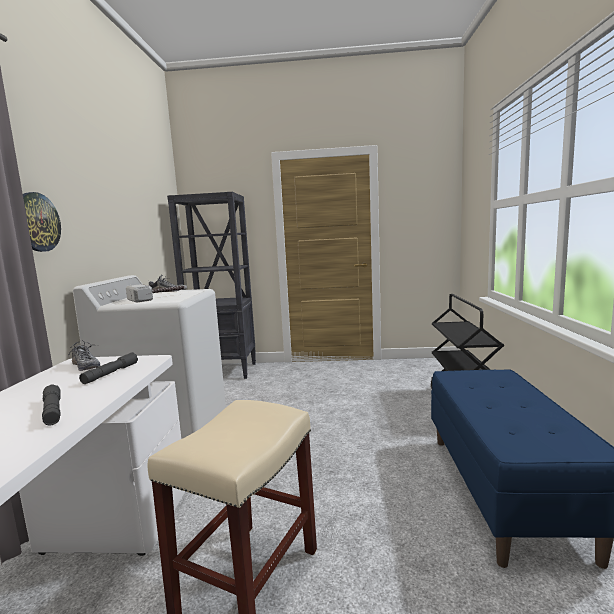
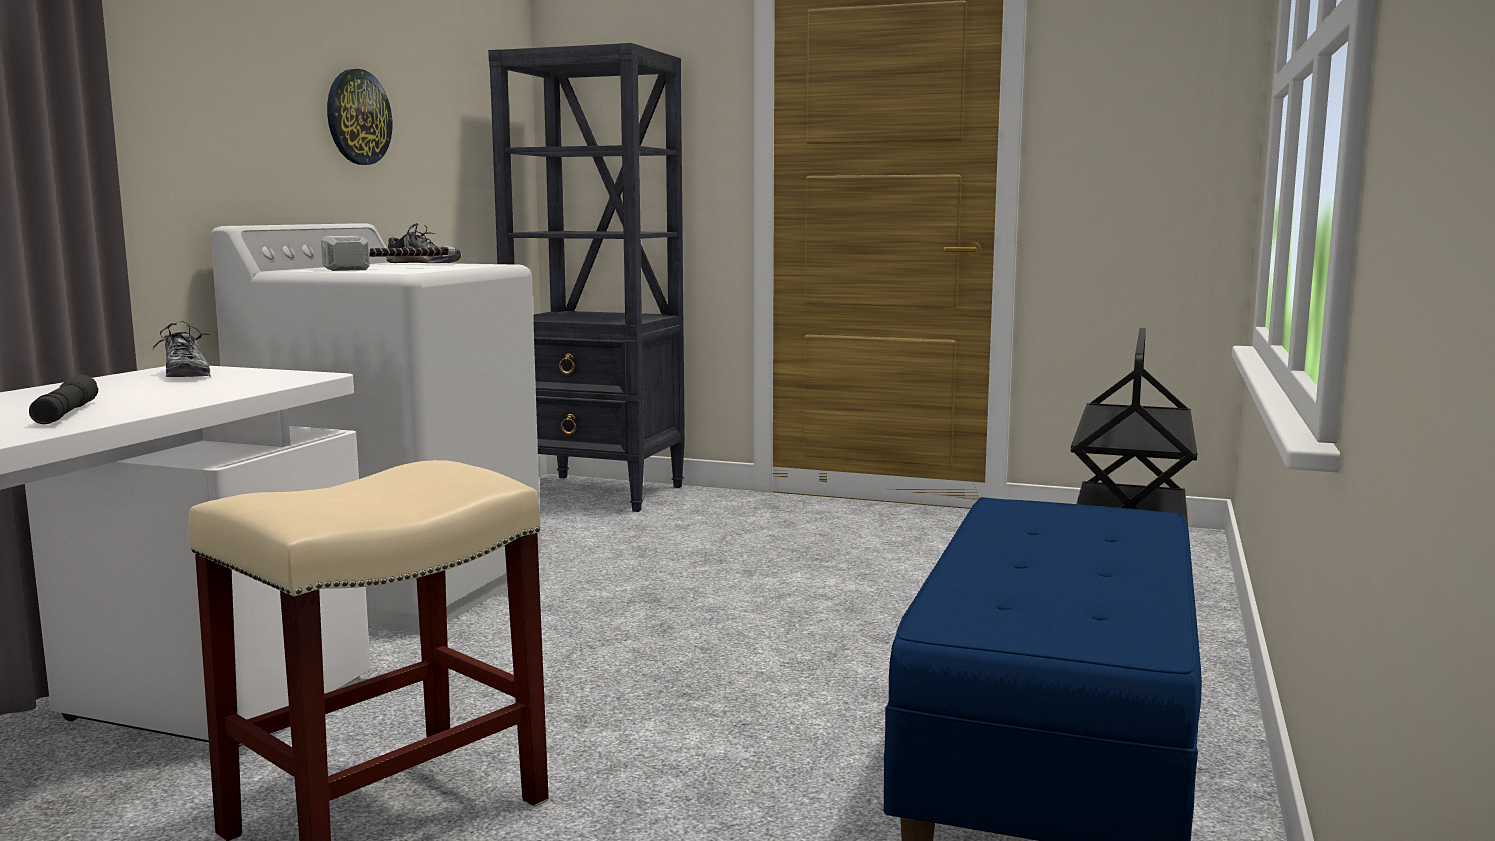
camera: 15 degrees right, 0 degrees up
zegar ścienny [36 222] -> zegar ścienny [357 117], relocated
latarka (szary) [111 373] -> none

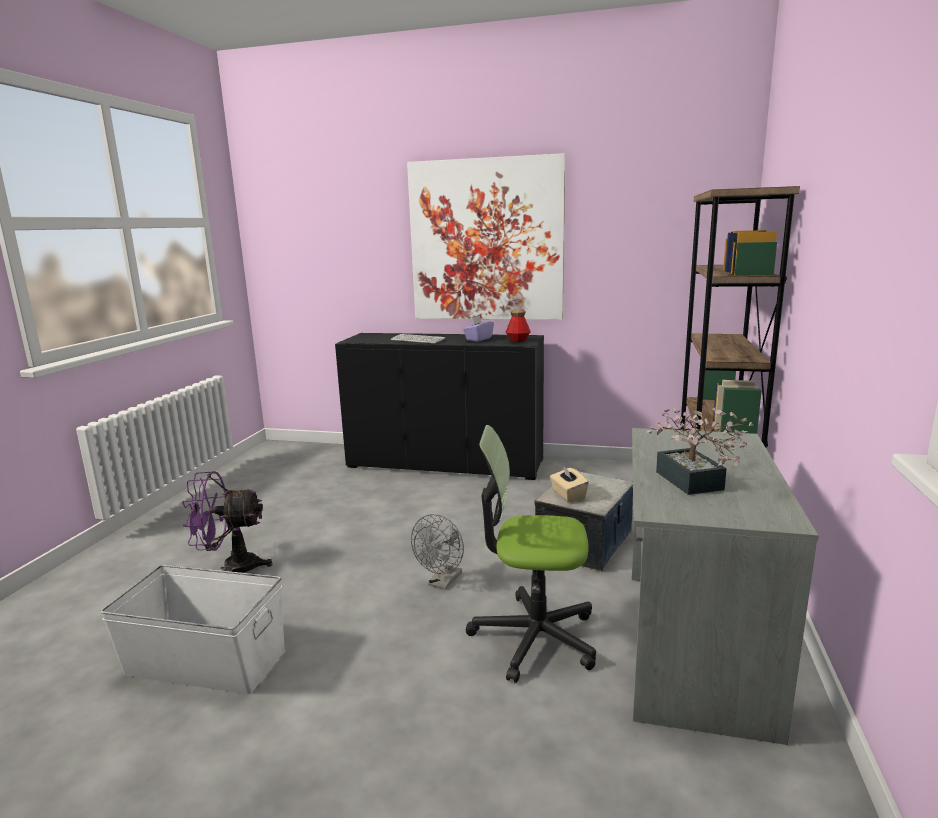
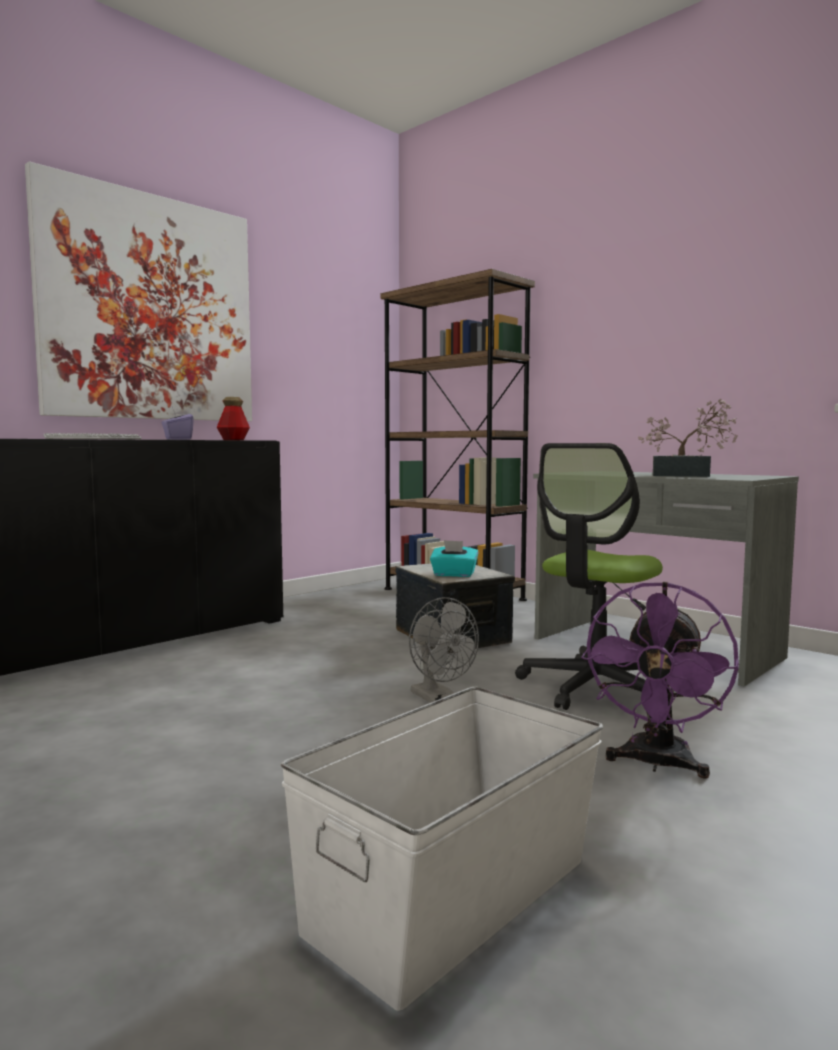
camera: 60 degrees left, 10 degrees down
wentylator (fioletowy) [231 568] -> wentylator (fioletowy) [656 764], relocated
pudełko chusteczek (beżowy) [568 495] -> pudełko chusteczek (turkusowy) [454 574]

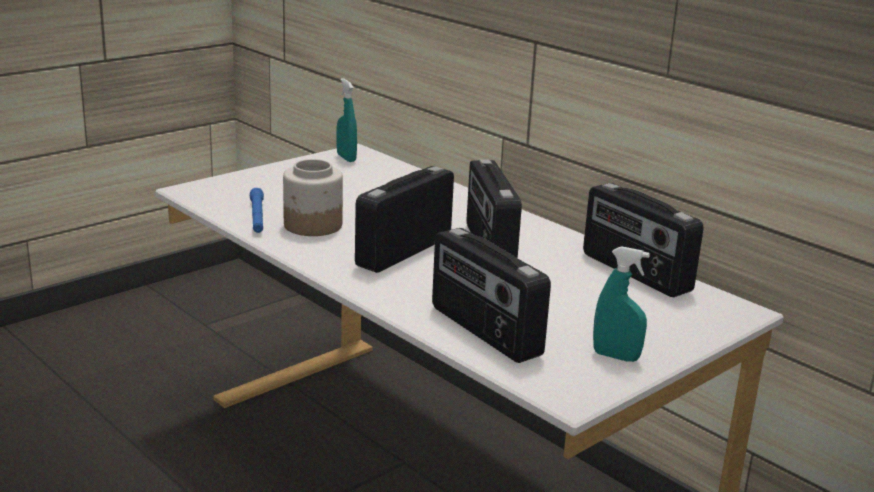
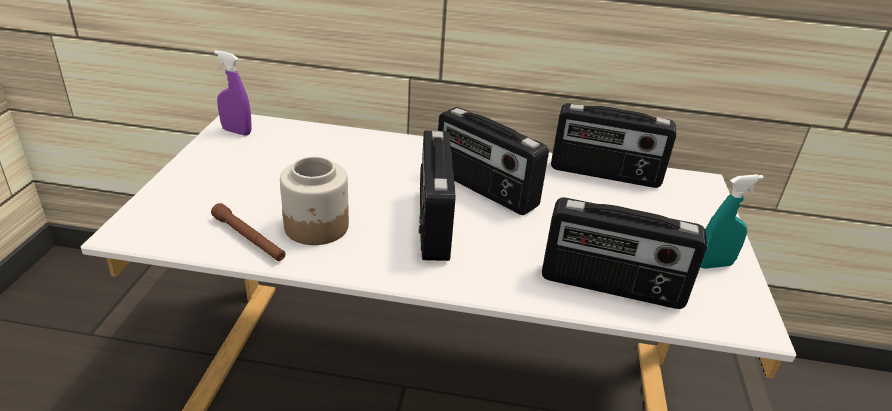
camera: 40 degrees left, 10 degrees up
latarka (niebieski) [257 217] -> latarka (brązowy) [249 239]
spryskiwacz (turkusowy) [346 158] -> spryskiwacz (fioletowy) [236 131]

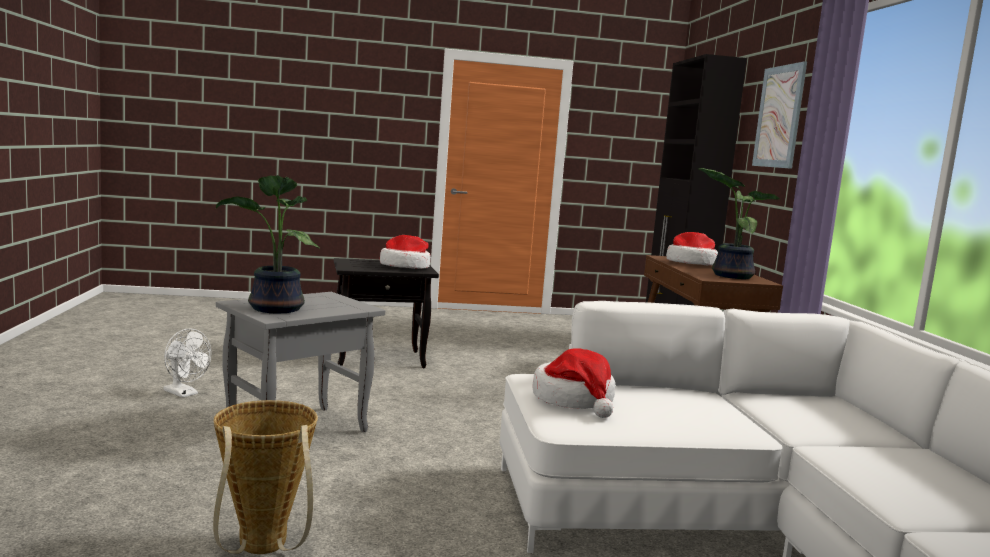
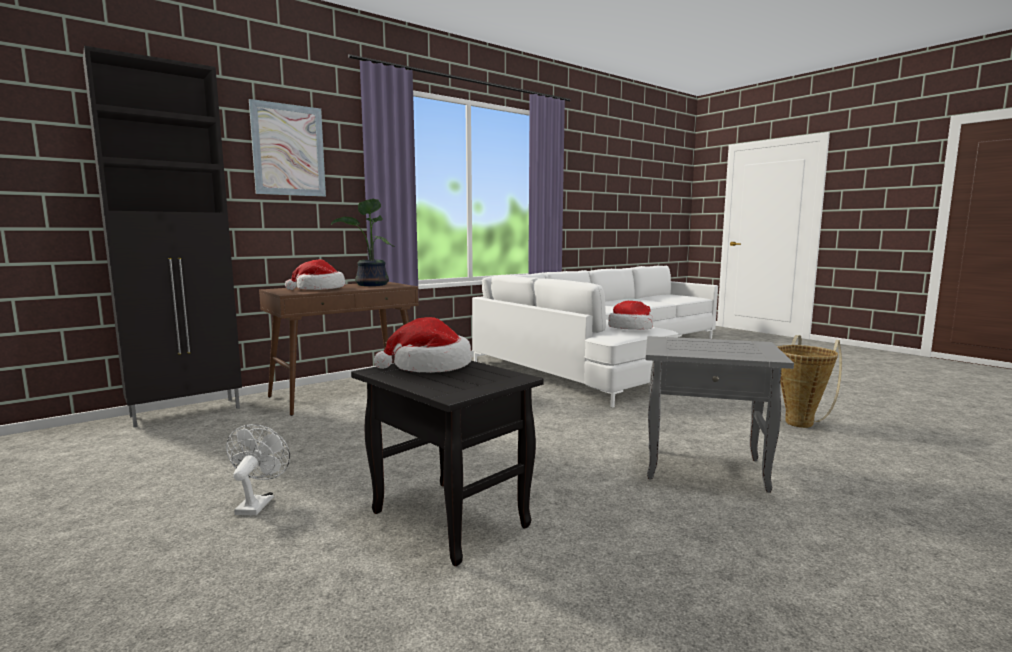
camera: 120 degrees left, 0 degrees up
wentylator (biały) [184 393] -> wentylator (biały) [257 503], relocated
roślina doniczkowa [273 309] -> none

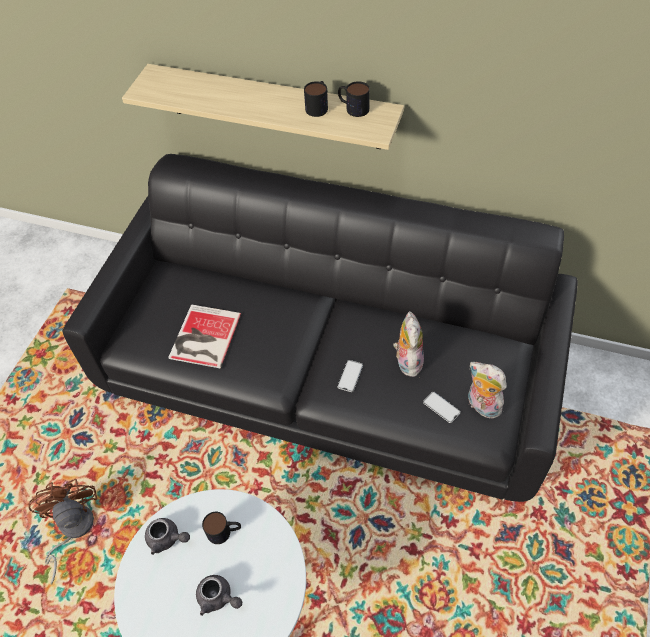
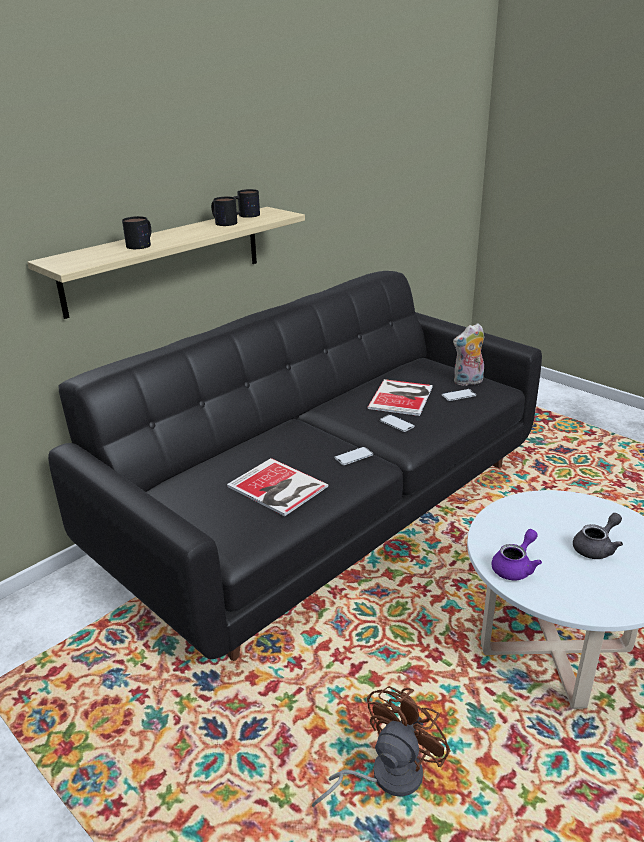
camera: 65 degrees left, 25 degrees down
wentylator (brązowy) [72 530] -> wentylator (brązowy) [385 776], 120 degrees clockwise
imbryk (szary) [167 539] -> imbryk (fioletowy) [515 567]
kubek [224 531] -> kubek [142 244], relocated
pluszak [407 361] -> książka [402 397]
none -> telefon [353 456]

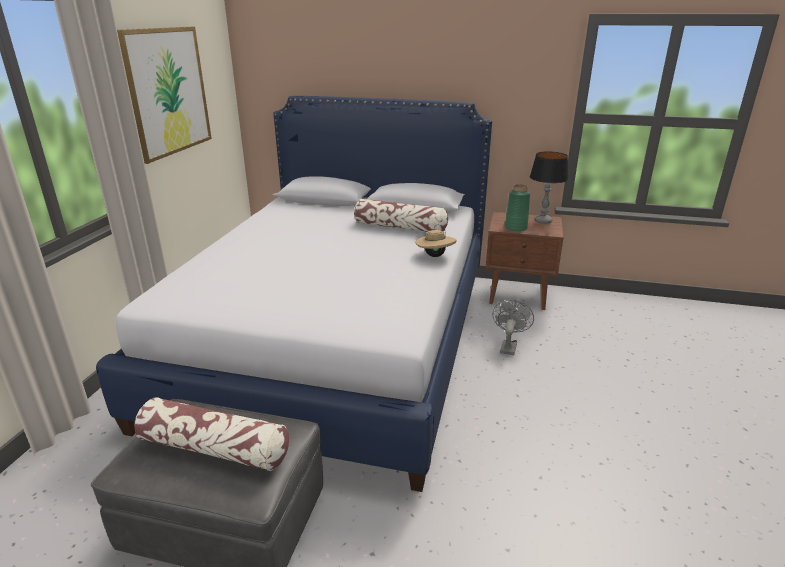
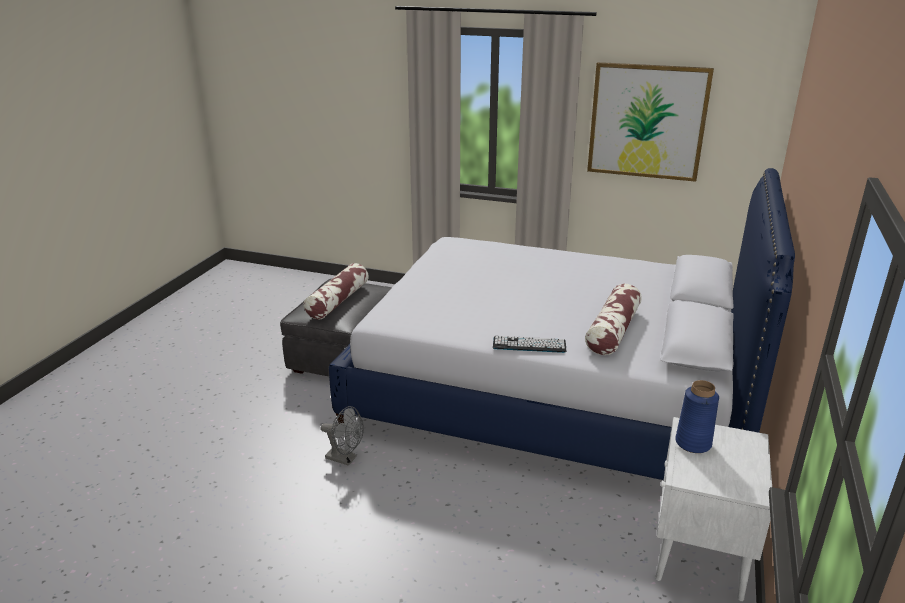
camera: 95 degrees right, 0 degrees up
kapelusz (beżowy) [435 255] -> klawiatura [529 345]
szafka nocna (brązowy) [518 295] -> szafka nocna (biały) [699 558]
wentylator (szary) [508 346] -> wentylator (szary) [345 459], relocated
wazon (zielony) [515 228] -> wazon (niebieski) [693 443]
lampa stołowa [543 221] -> none

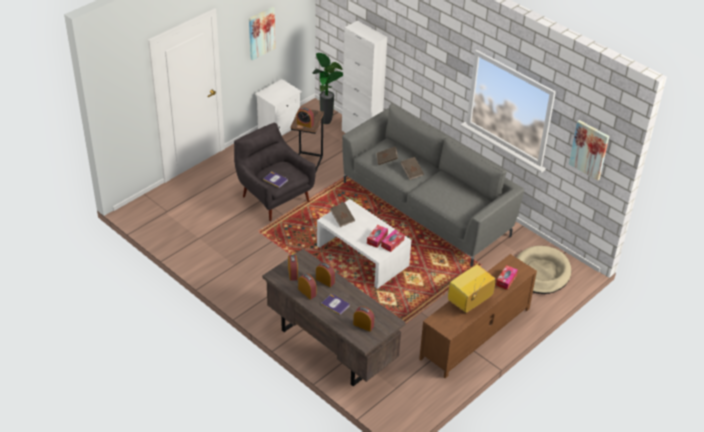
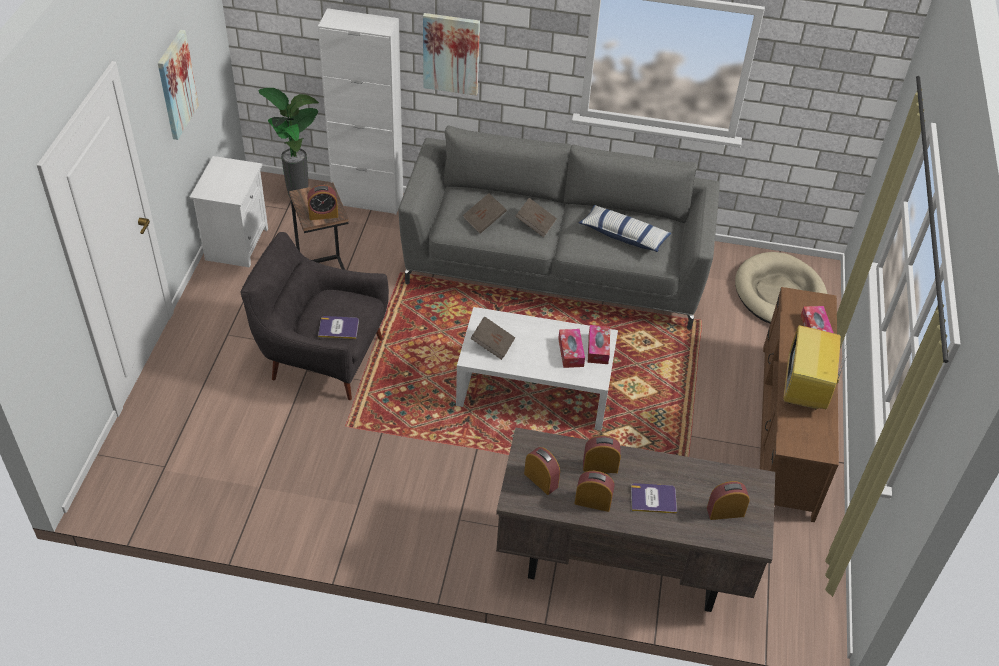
camera: 35 degrees left, 5 degrees up
obraz [589 149] -> obraz [451 53], relocated
none -> poduszka [624 235]

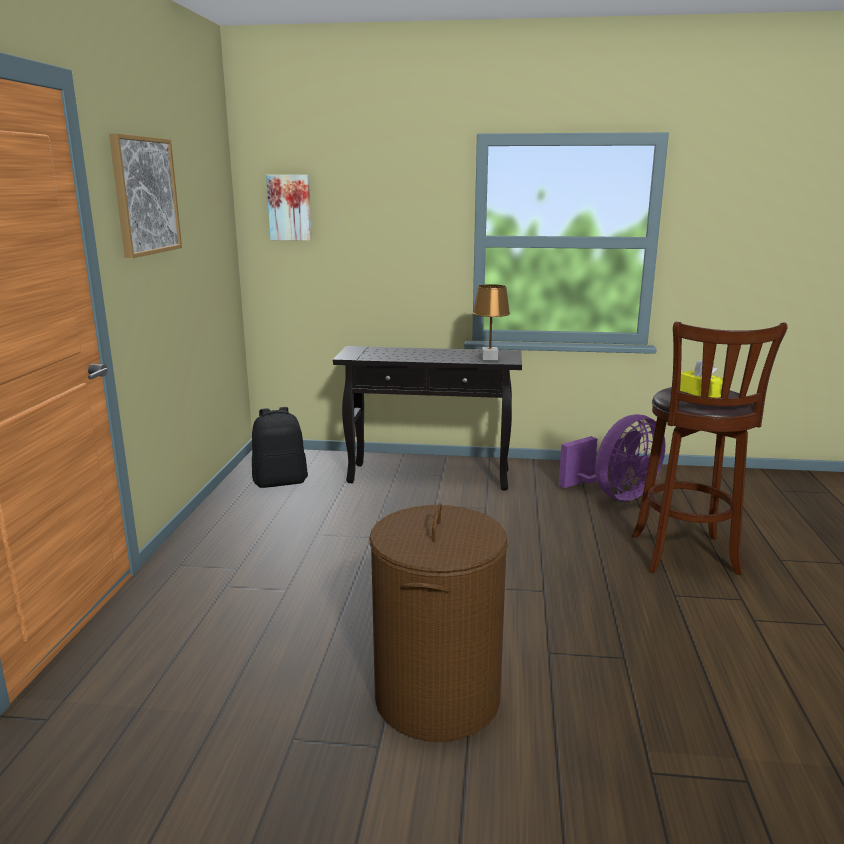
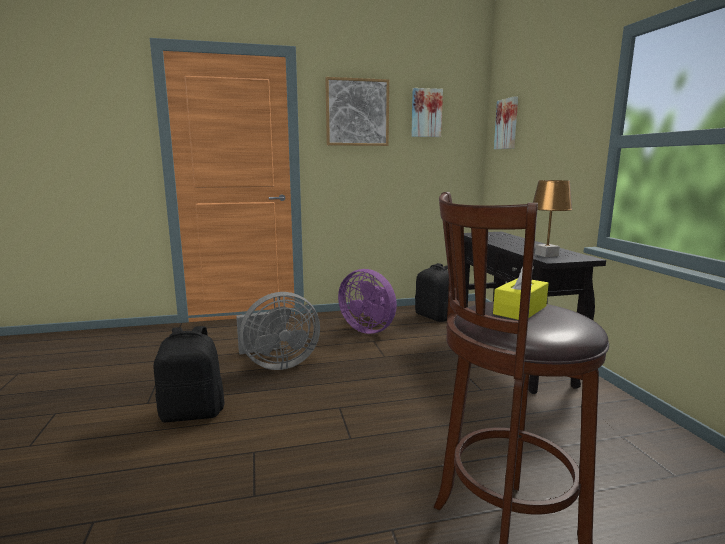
camera: 70 degrees right, 5 degrees down
kosz na pranie (brązowy) [436 697] -> plecak (czarny) [193 413]
wentylator (fioletowy) [615 495] -> wentylator (fioletowy) [369 329], relocated
none -> wentylator (szary) [277 364]
none -> obraz [426 113]

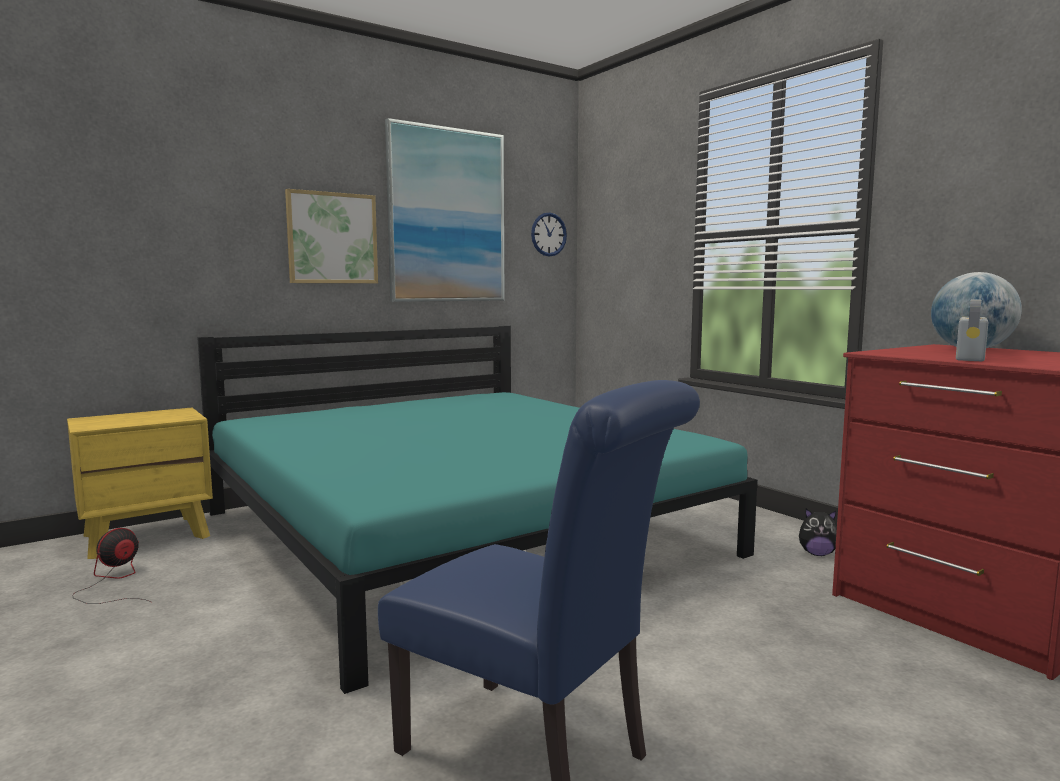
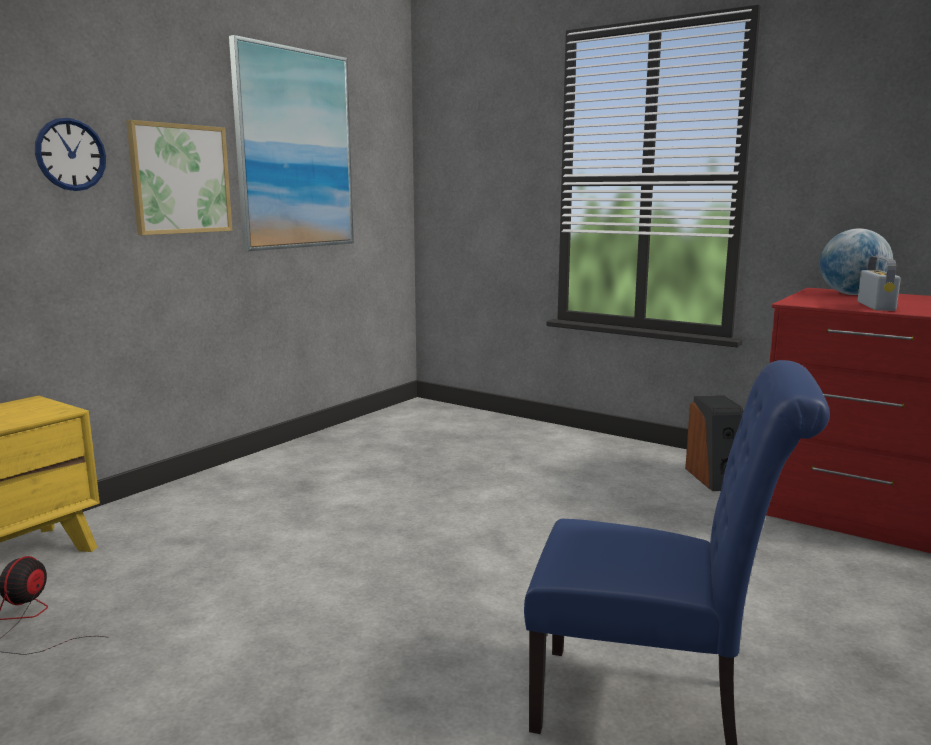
camera: 20 degrees left, 5 degrees up
łóżko (turkusowy) [459 532] -> none
zegar ścienny [548 234] -> zegar ścienny [70 154], relocated
pluszak [817 554] -> głośnik [715 478]

